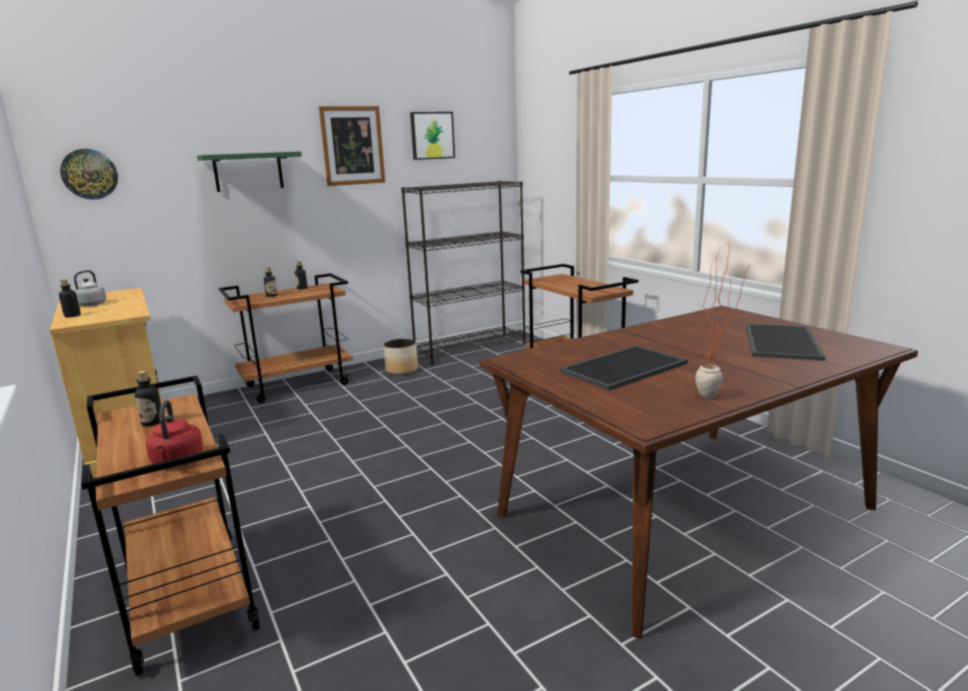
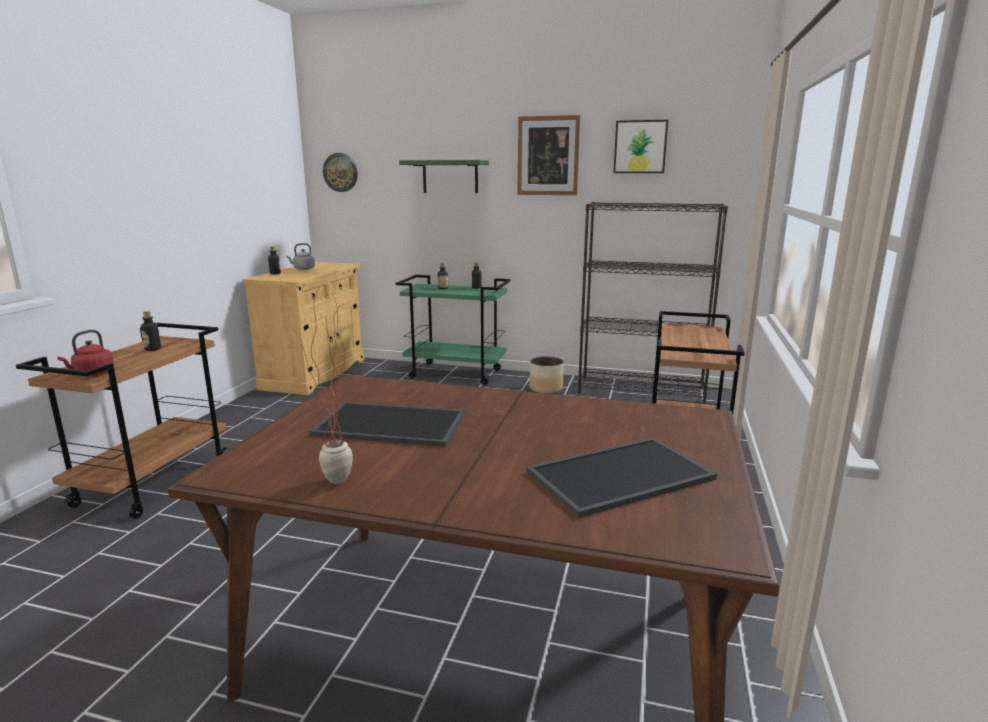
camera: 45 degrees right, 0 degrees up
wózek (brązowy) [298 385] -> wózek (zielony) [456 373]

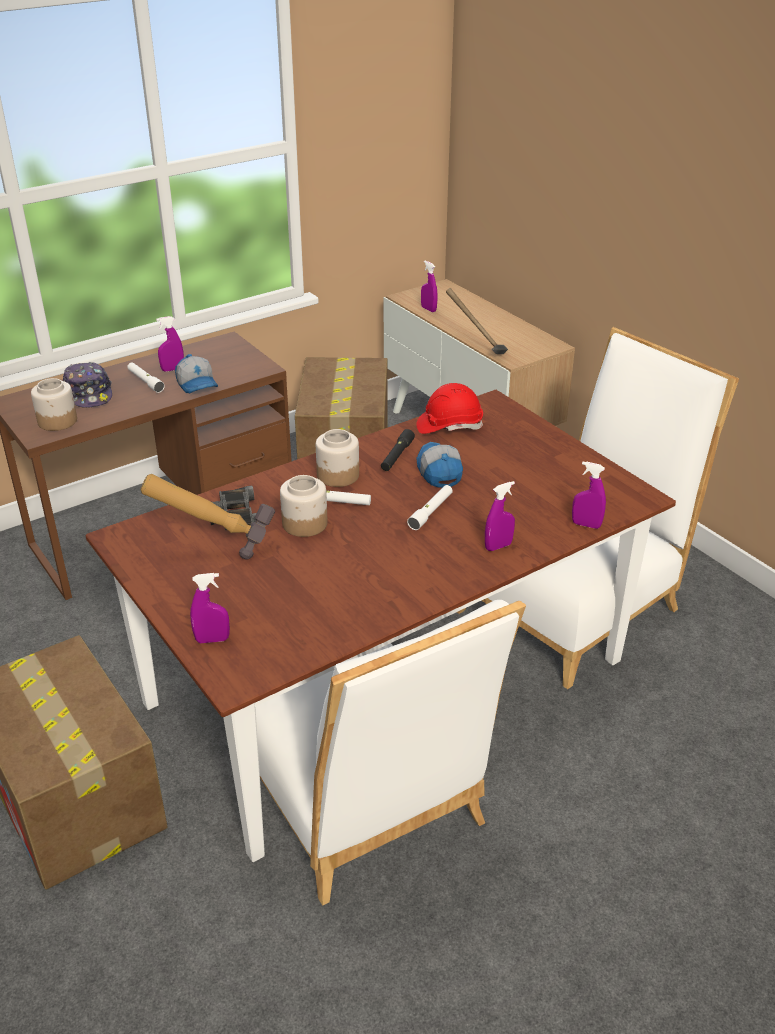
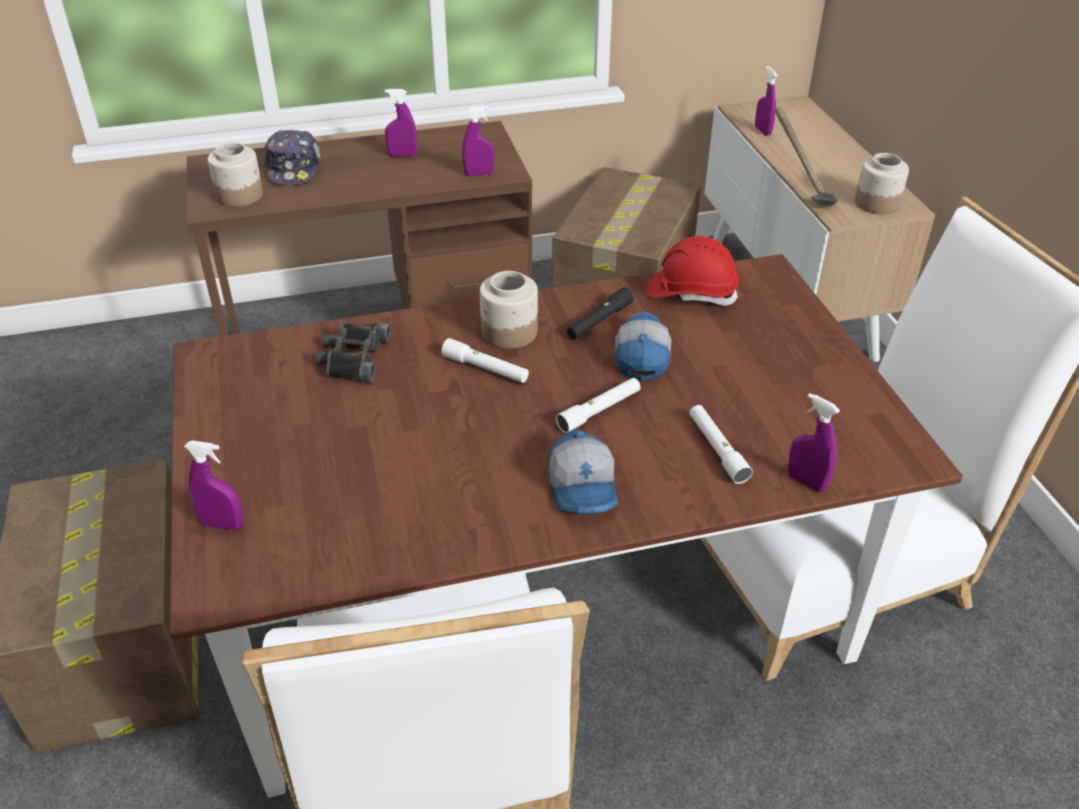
camera: 20 degrees right, 5 degrees up
latarka (biały) [145 381] -> latarka (biały) [717 449], relocated
młotek [215 549] -> none
czapka z daszkiem [198 384] -> czapka z daszkiem [584 487], relocated
słoik [304 524] -> słoik [876 203], relocated
spryskiwacz (fioletowy) [498 546] -> spryskiwacz (fioletowy) [479 174], relocated

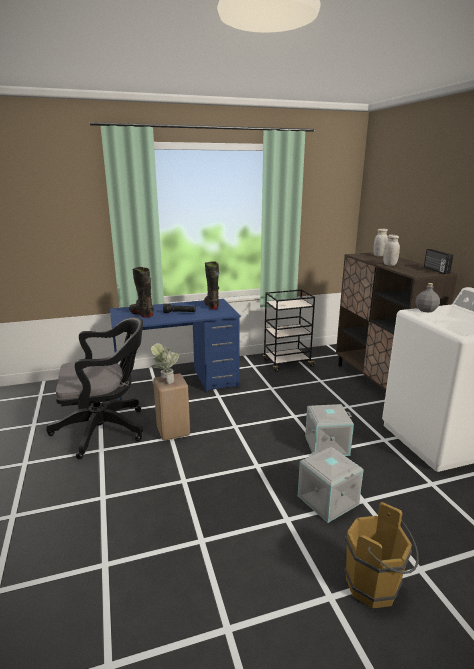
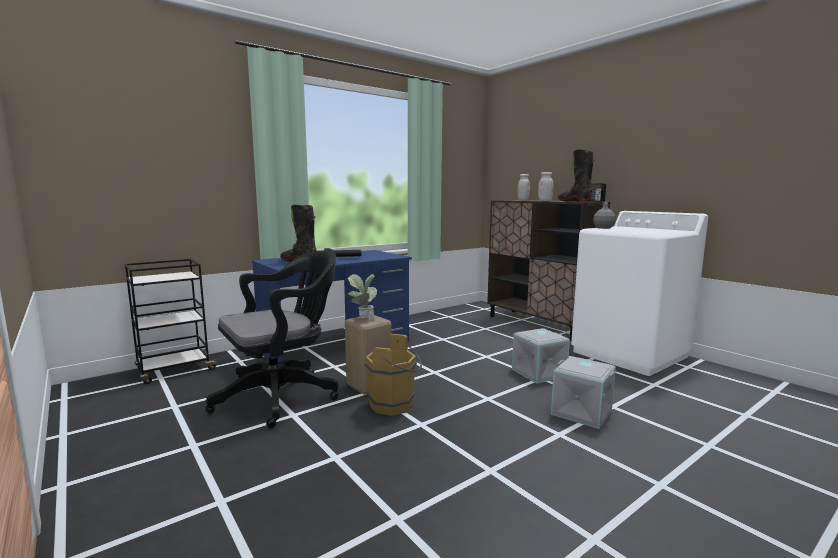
camera: 20 degrees left, 10 degrees down
but z cholewką (czarny) [211 306] -> but z cholewką (czarny) [574 201], relocated
wózek (czarny) [287 363] -> wózek (czarny) [174 370], relocated
wiadro (brązowy) [376 588] -> wiadro (brązowy) [394 406], relocated

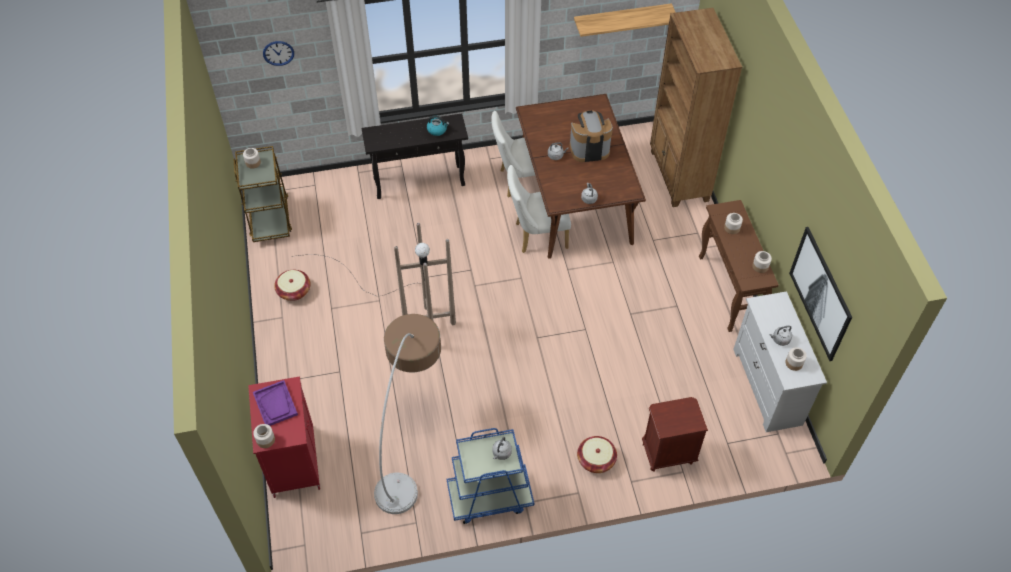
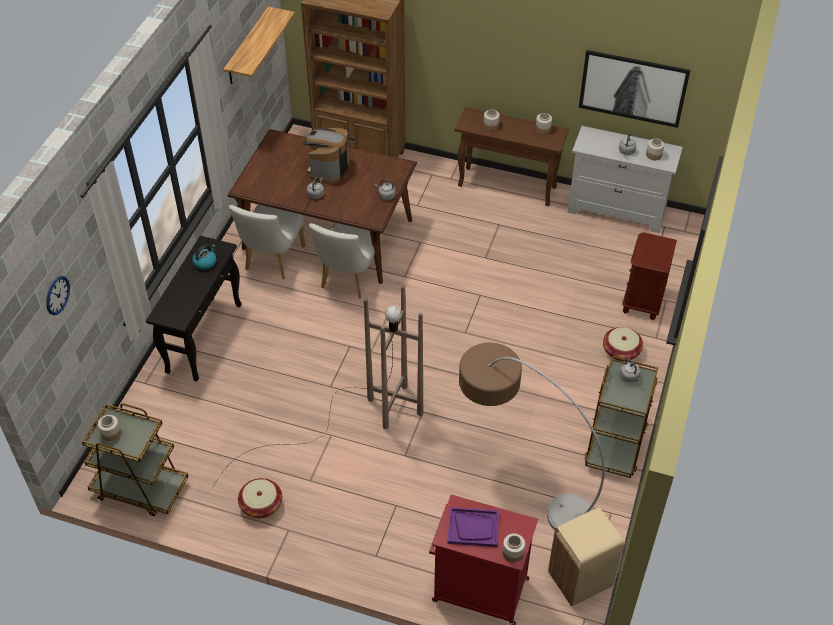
camera: 60 degrees left, 5 degrees down
wózek (niebieski) [489 497] -> wózek (brązowy) [615 444]
none -> kosz na śmieci (beżowy) [579 579]

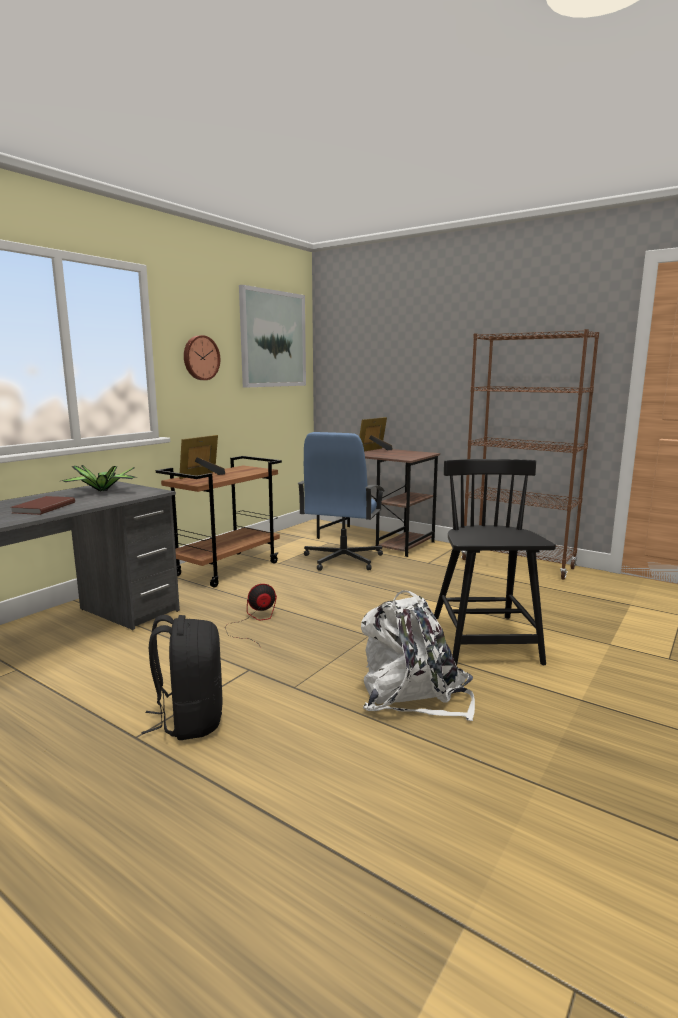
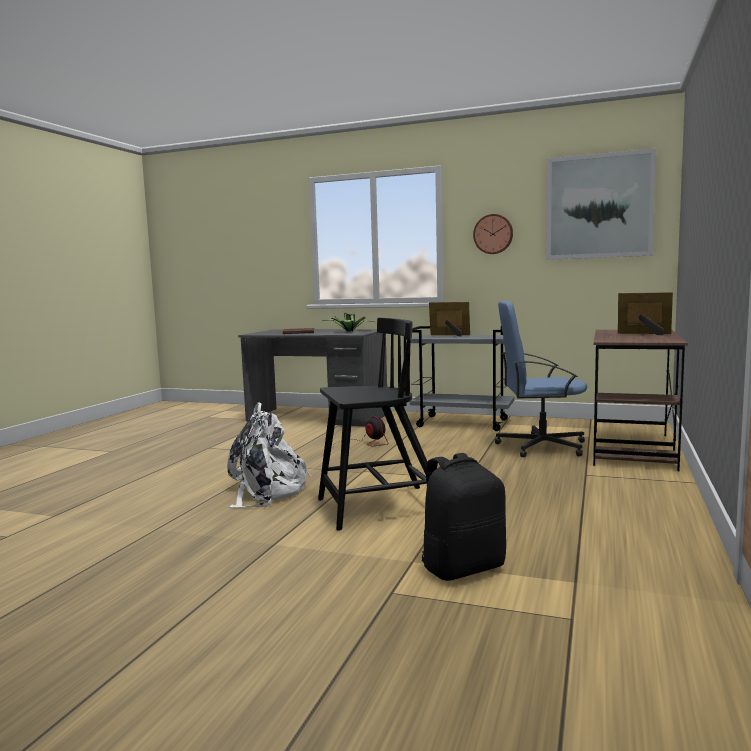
camera: 75 degrees right, 5 degrees down
plecak (czarny) [190 720] -> plecak (czarny) [462 567], relocated
wózek (brązowy) [227 568] -> wózek (szary) [463 423]
regał (brązowy) [517 564] -> none

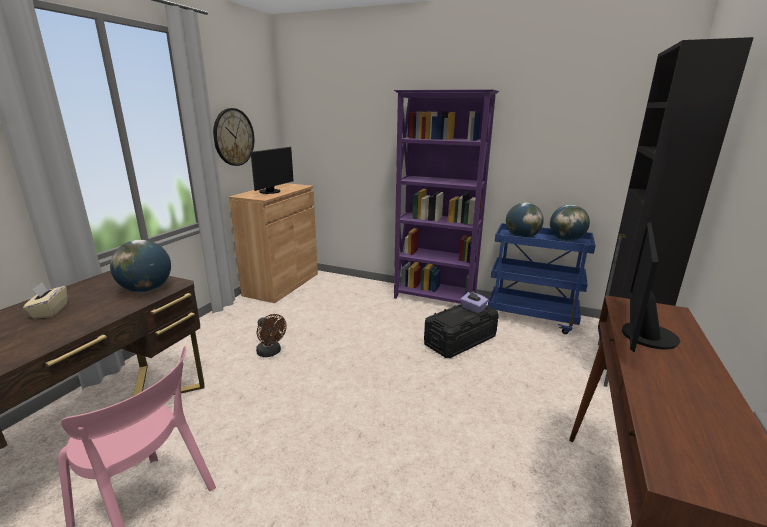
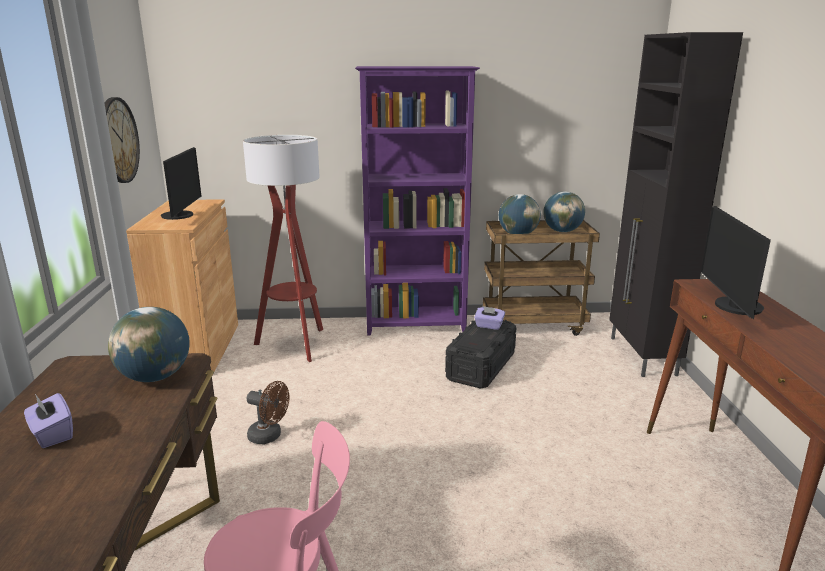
camera: 25 degrees left, 0 degrees up
pudełko chusteczek (beżowy) [49 311] -> pudełko chusteczek (fioletowy) [52 434]
wózek (niebieski) [532 317] -> wózek (brązowy) [533 325]
none -> lampa stojąca [295 344]

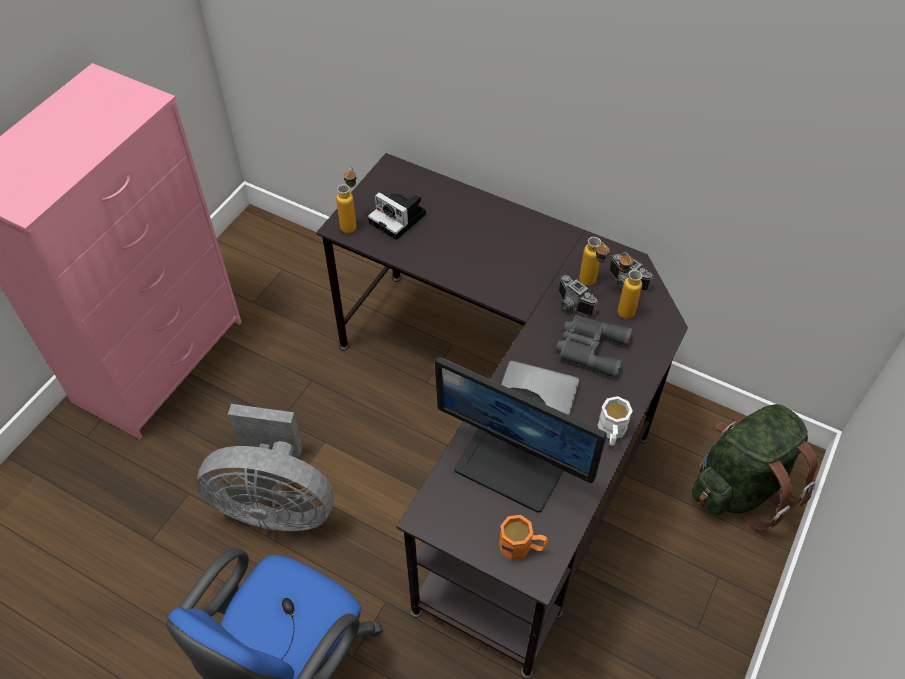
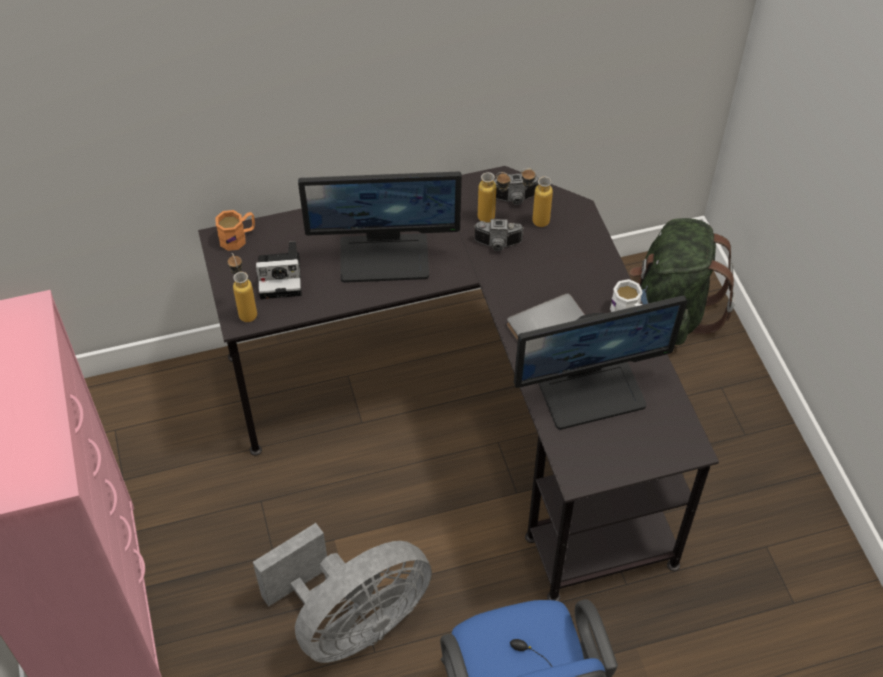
camera: 45 degrees left, 0 degrees up
kubek (pomarańczowy) [522 547] -> kubek (pomarańczowy) [238 238], relocated
lornetka (szary) [590 348] -> none
none -> monitor [385 256]

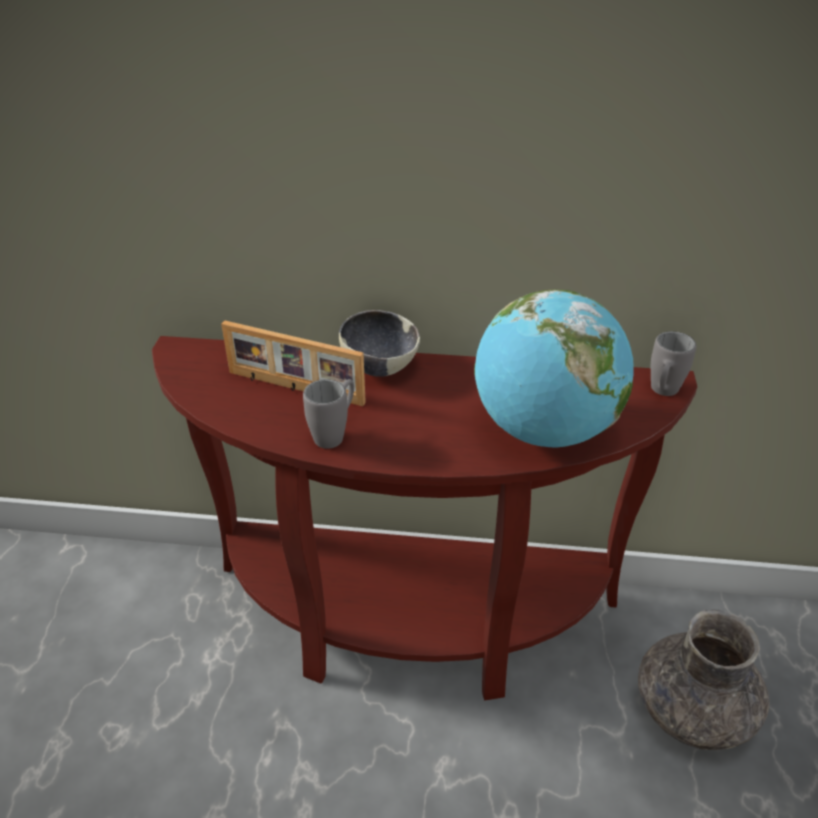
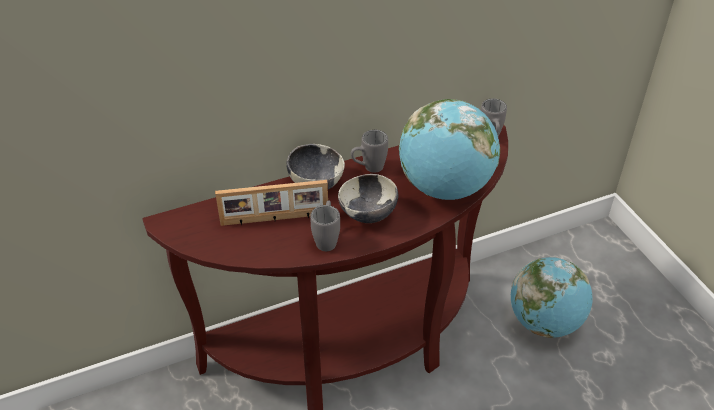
camera: 30 degrees left, 5 degrees up
wazon (szary) [693 711] -> globus [544 322]
none -> miska [368 215]
none -> kubek (szary) [368 168]

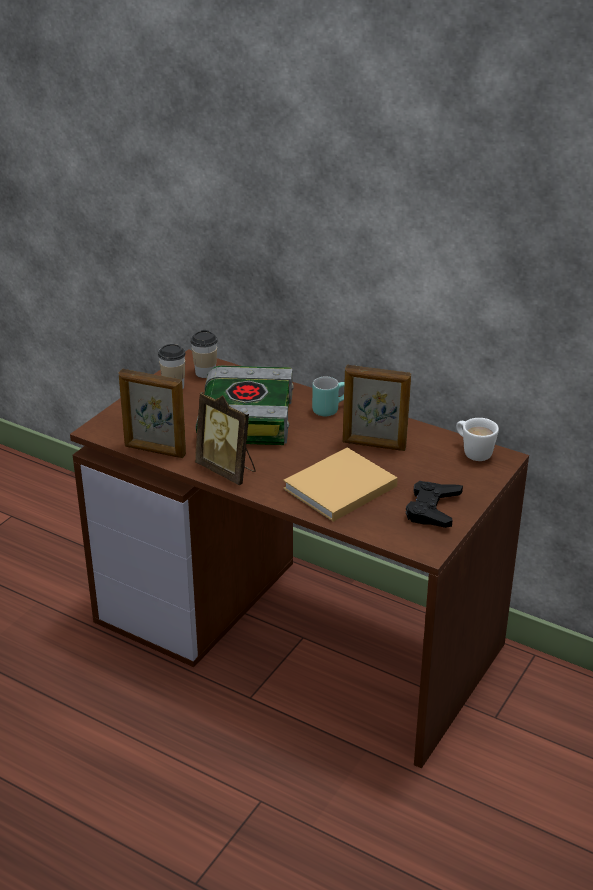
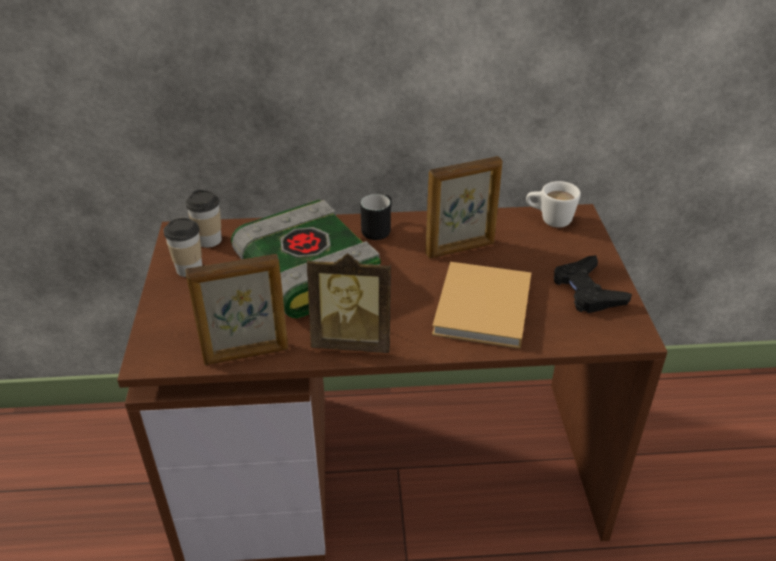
camera: 35 degrees left, 5 degrees up
kubek (turkusowy) [329 408] -> kubek (czarny) [377 229]

